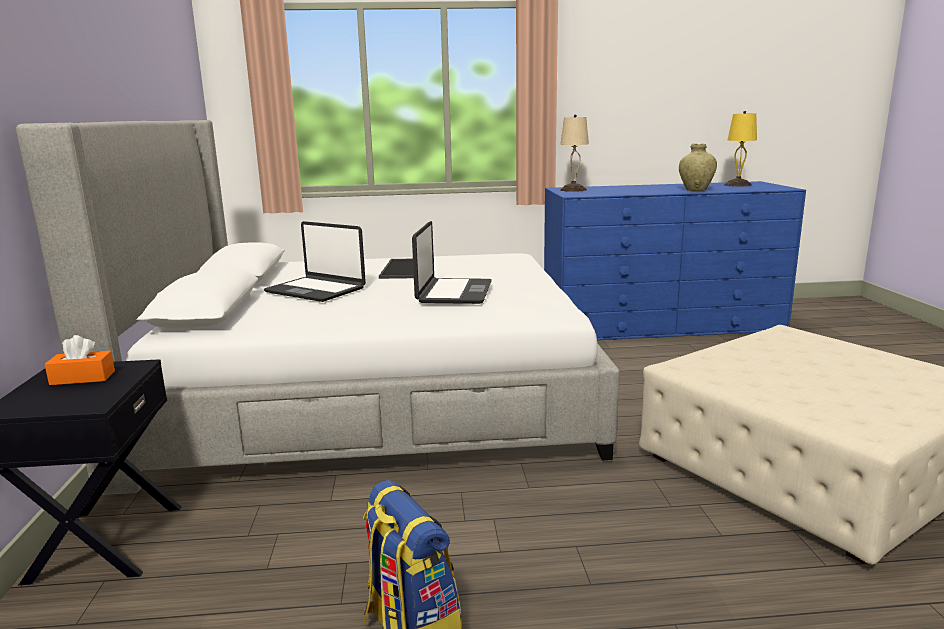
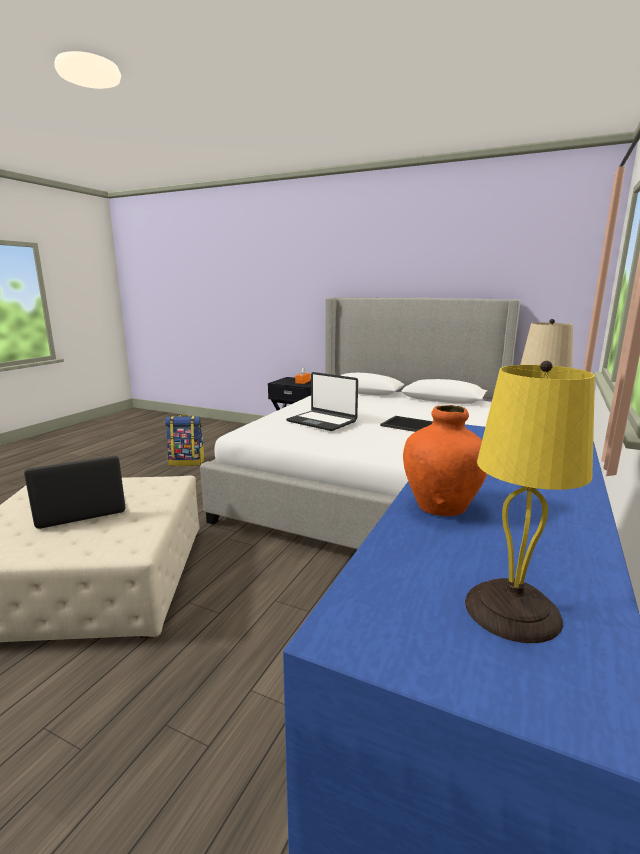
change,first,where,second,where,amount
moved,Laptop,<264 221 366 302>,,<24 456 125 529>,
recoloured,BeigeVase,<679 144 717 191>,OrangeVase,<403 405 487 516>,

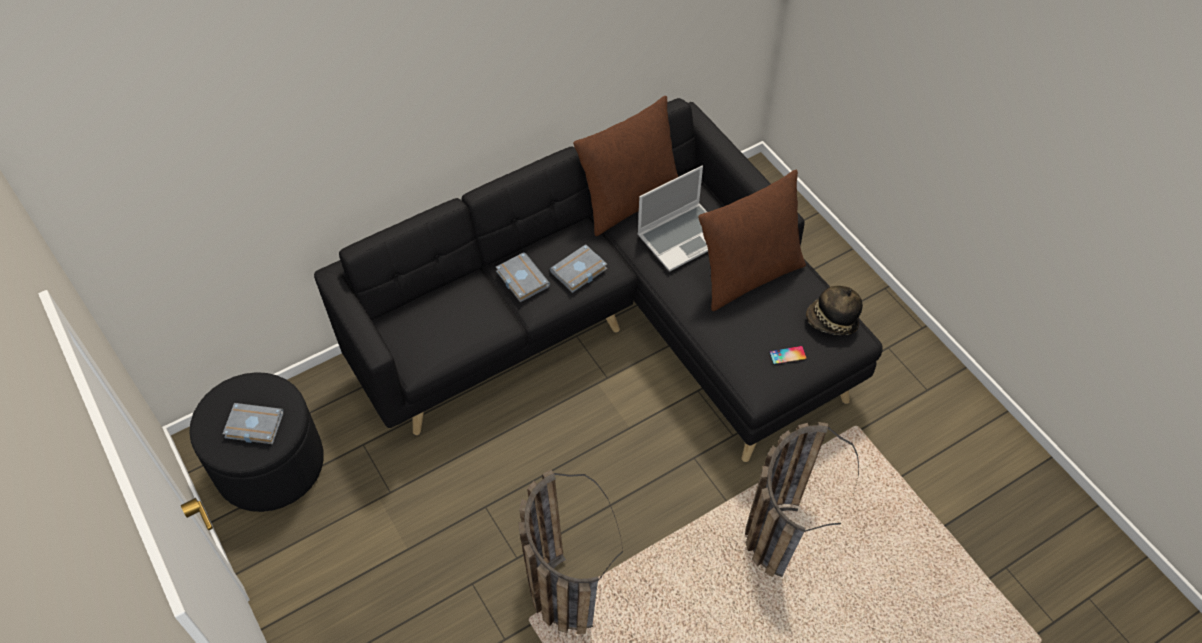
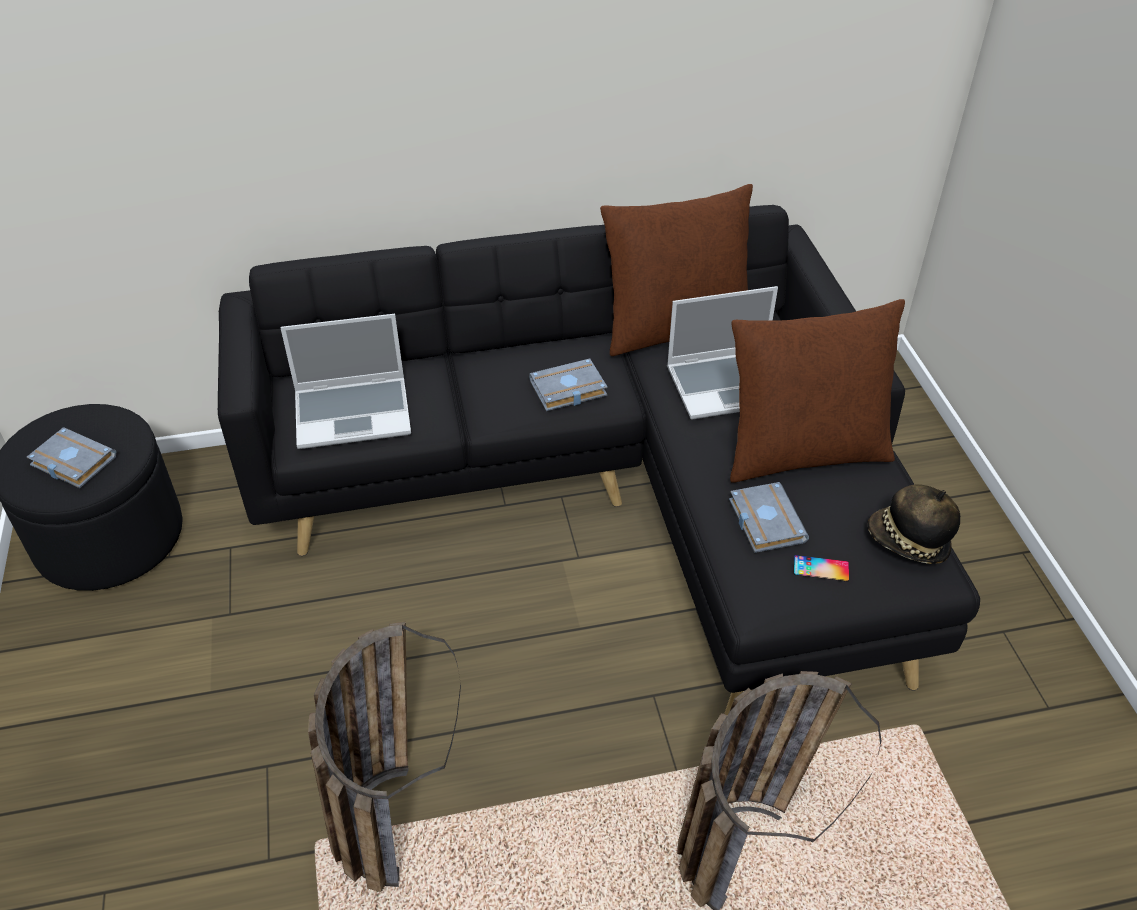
change,first,where,second,where,amount
moved,GreyBook,<496 252 550 302>,,<729 482 809 553>,
added,,,Laptop,<280 314 411 449>,

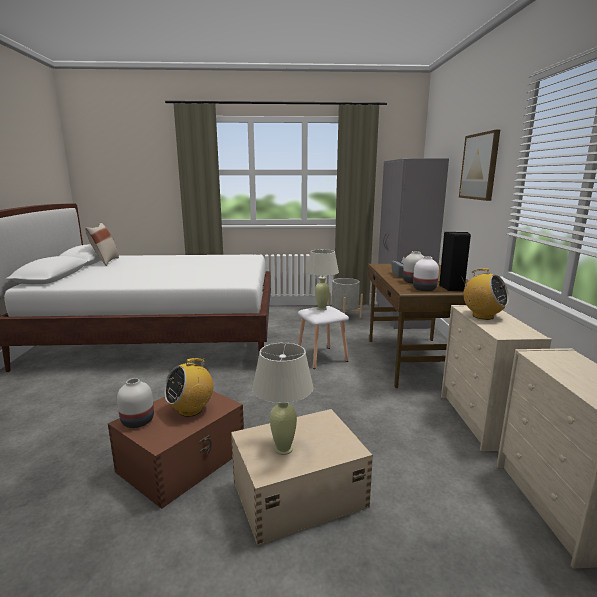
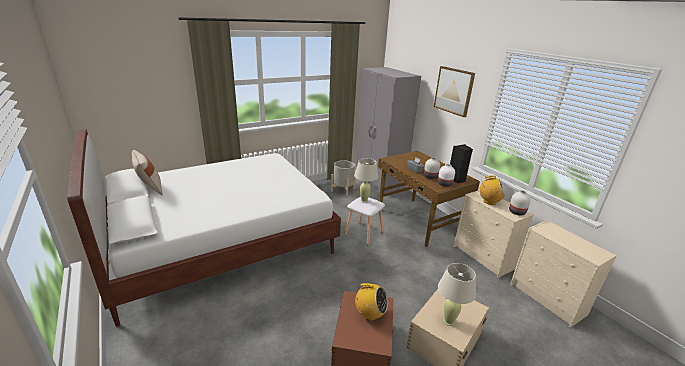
change,first,where,second,where,amount
moved,WhiteVase,<117 378 154 428>,,<509 190 531 216>,
turned,Radio,<164 358 213 417>,,<353 283 388 321>,90 degrees counterclockwise

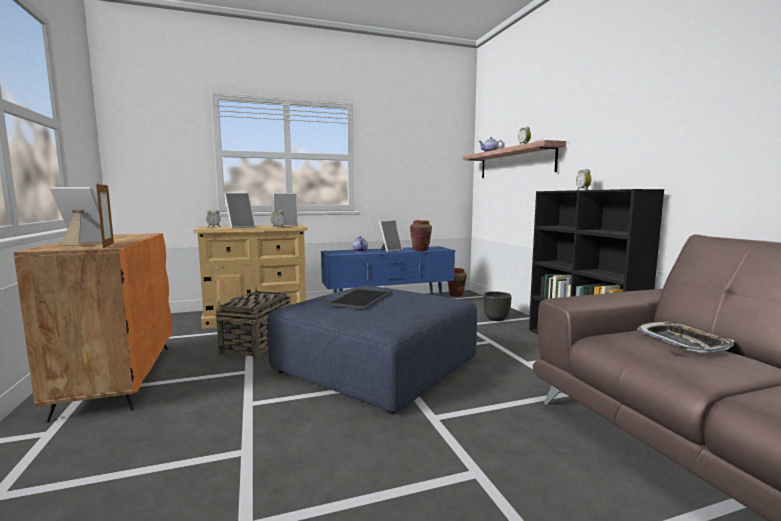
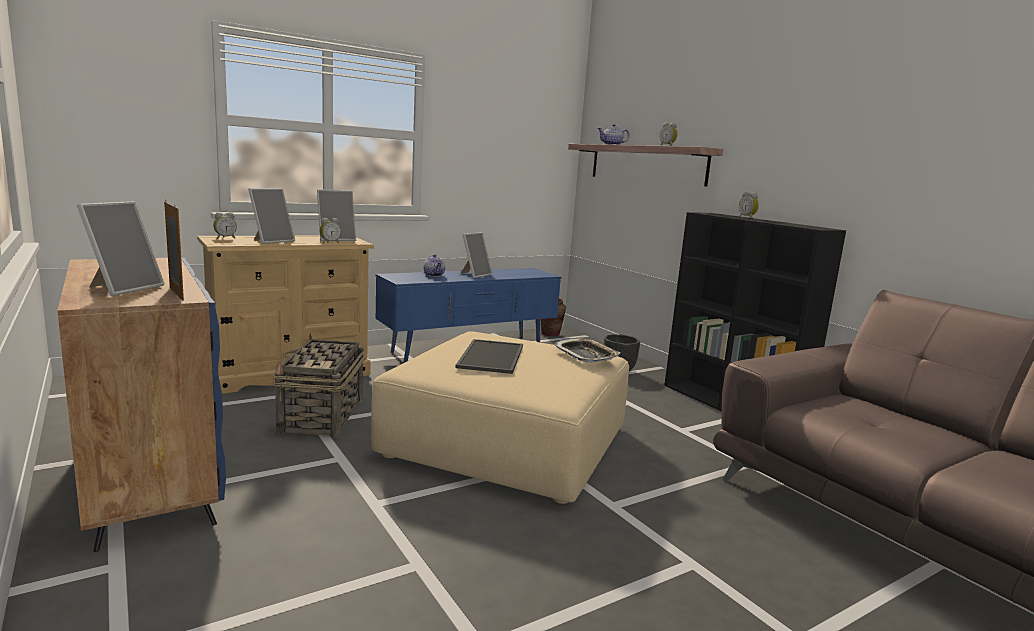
change,first,where,second,where,amount
recoloured,OrangeCabinet,<14 233 172 423>,BlueCabinet,<57 258 226 552>,
turned,PictureFrame,<50 187 102 246>,,<77 201 165 296>,120 degrees clockwise
recoloured,BlueOttoman,<267 285 477 414>,BeigeOttoman,<371 331 629 504>,
removed,BrownVase,<410 220 432 251>,,,
moved,Tray,<637 321 734 353>,,<553 338 621 363>,

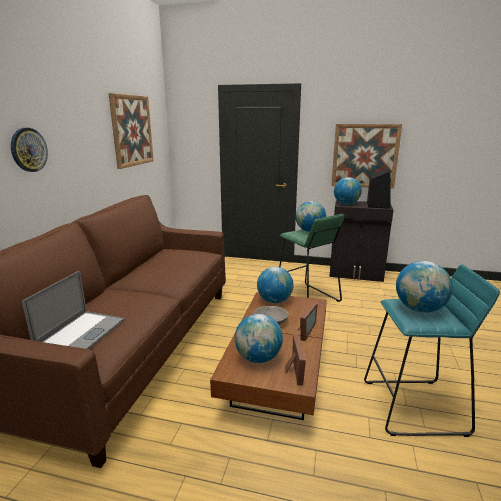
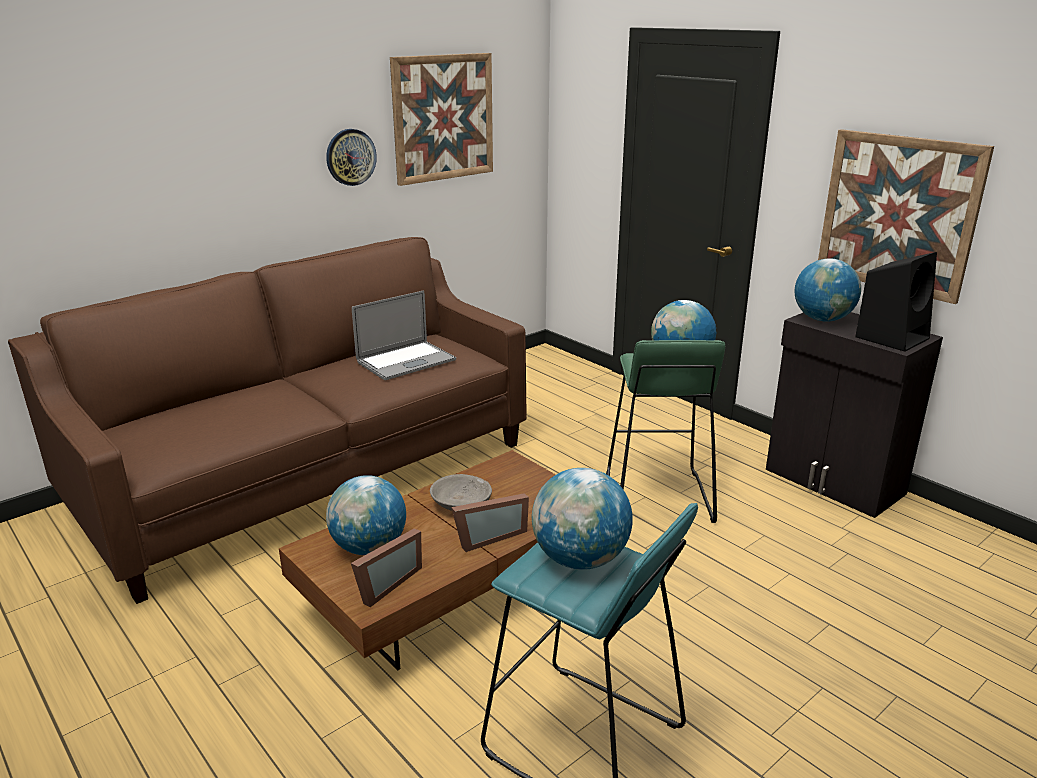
change,first,where,second,where,amount
moved,WallClock,<11 128 48 172>,,<326 129 377 186>,
moved,Laptop,<22 271 125 349>,,<352 291 456 380>,
removed,Globe,<257 267 294 303>,,,

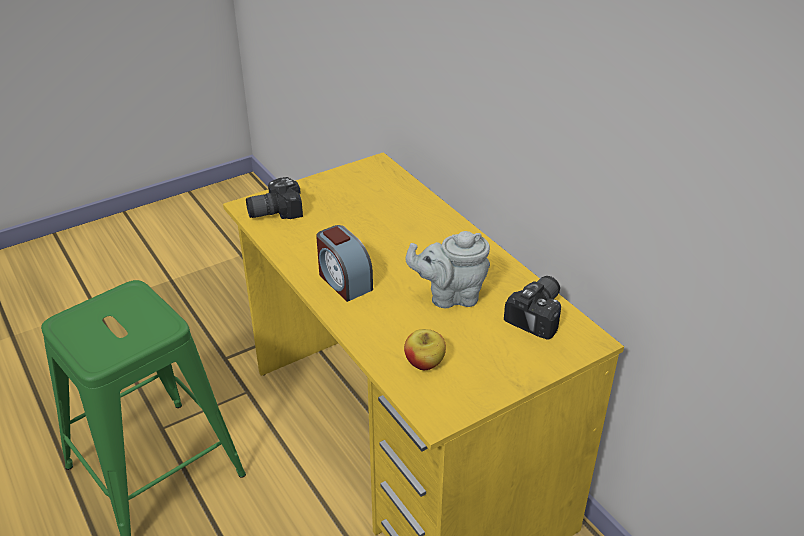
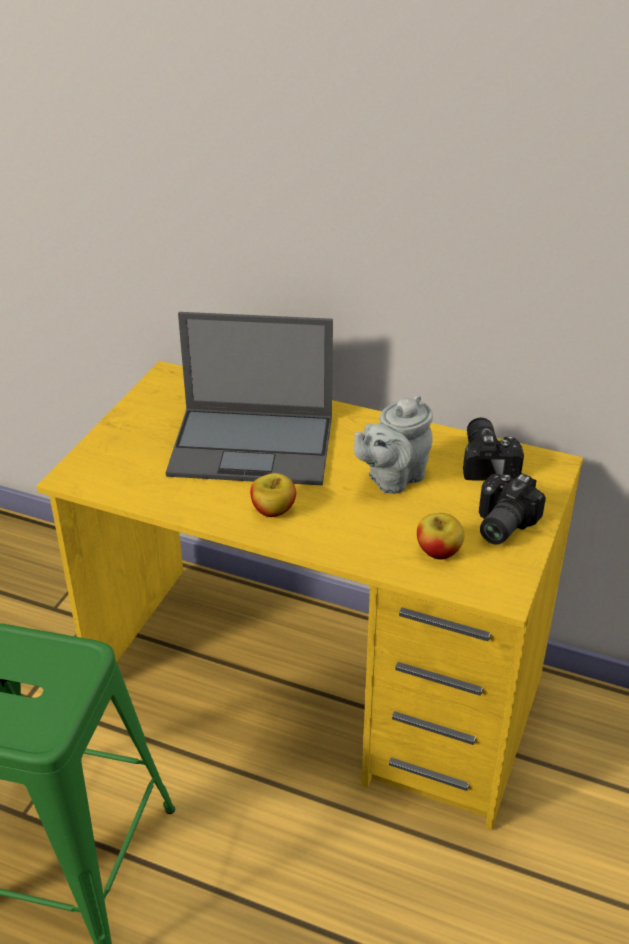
change,first,where,second,where,amount
moved,PhotoCamera,<246 177 303 219>,,<479 474 546 545>,
replaced,AlarmClock,<316 225 373 302>,Apple,<250 473 296 517>,
added,,,Laptop,<166 312 333 485>,

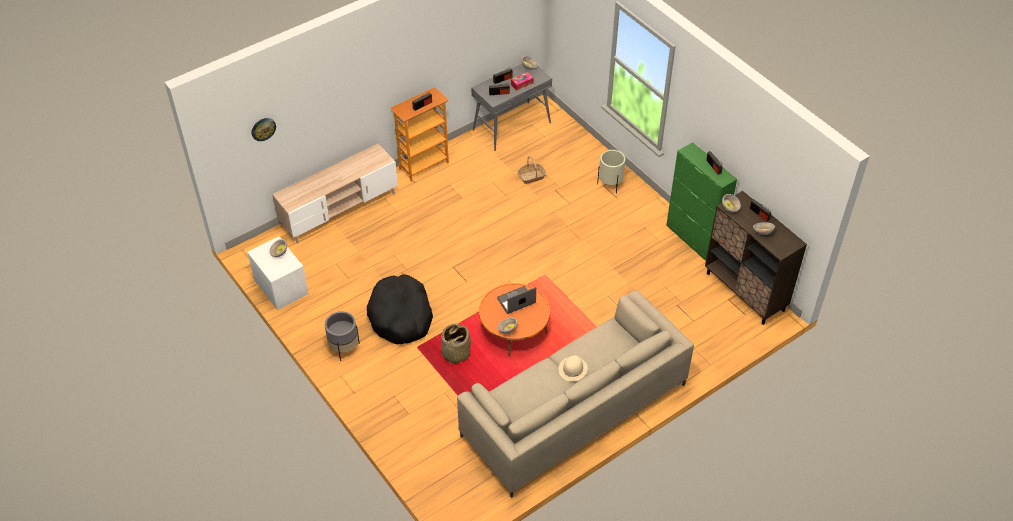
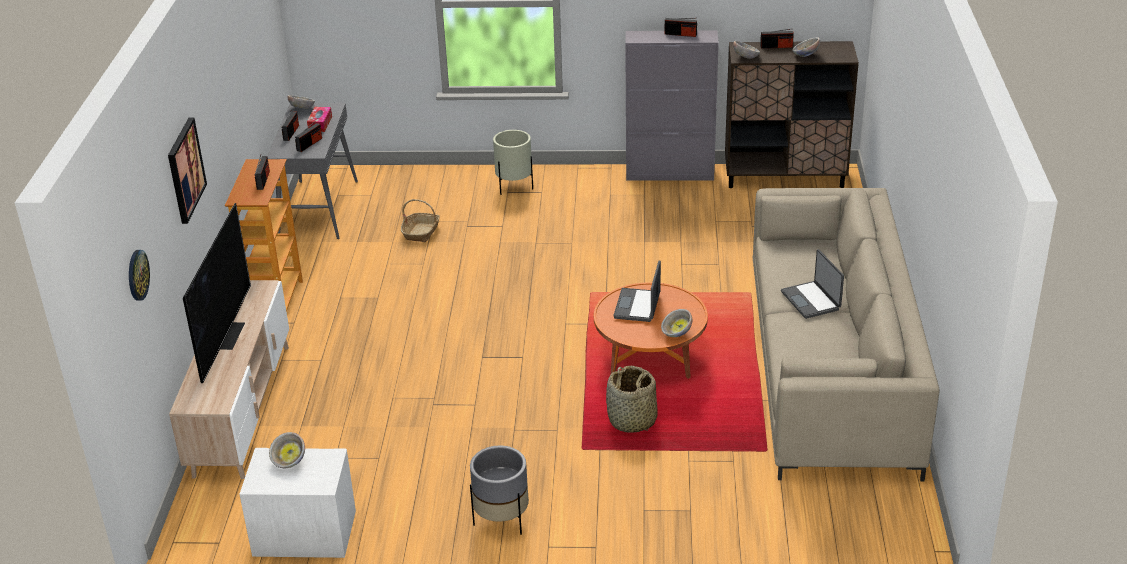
change,first,where,second,where,amount
removed,BlackDogBed,<367 274 433 344>,,,
replaced,BeigeHat,<559 355 588 382>,Laptop,<781 249 844 319>,
recoloured,GreenCabinet,<666 142 737 261>,GreyCabinet,<625 30 719 181>,
added,,,Picture,<168 117 207 224>,
added,,,Television,<183 203 251 383>,

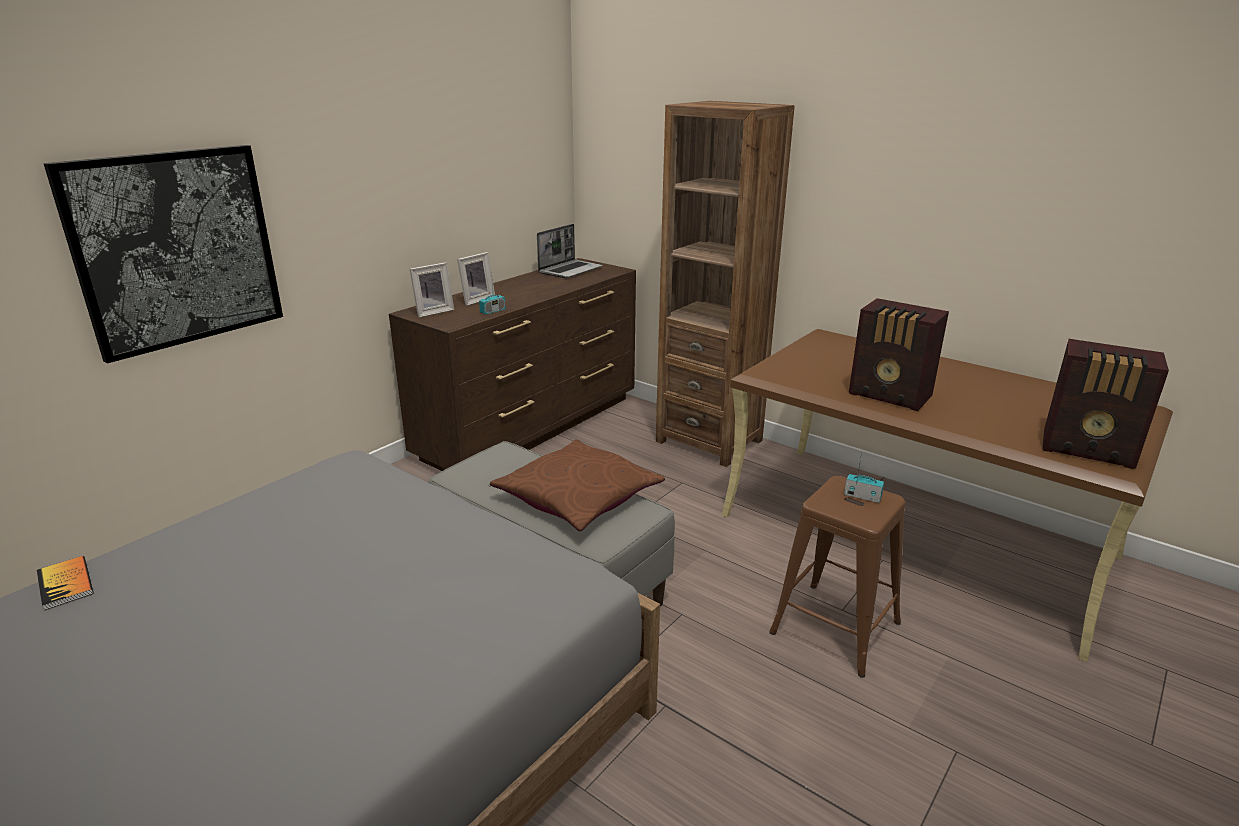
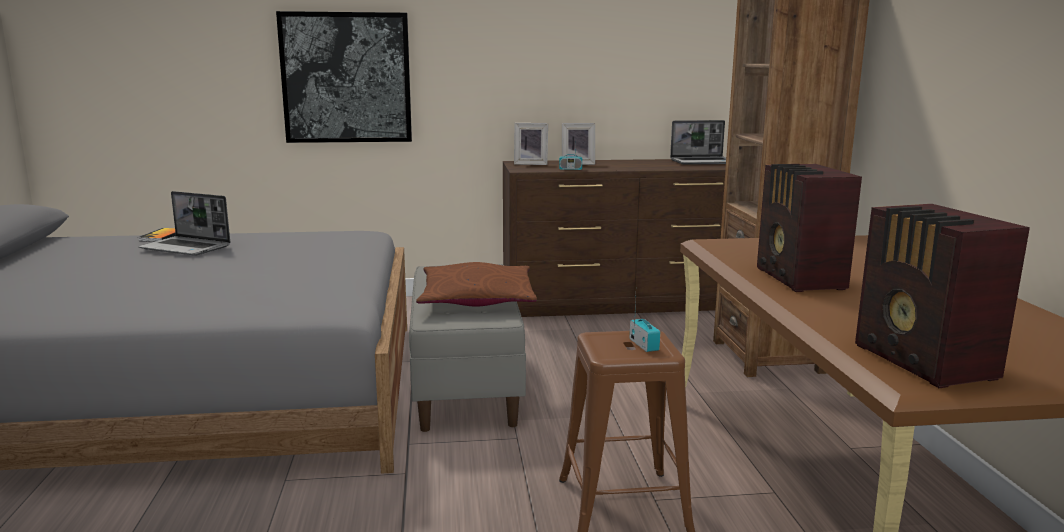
change,first,where,second,where,amount
added,,,Laptop,<138 191 230 256>,

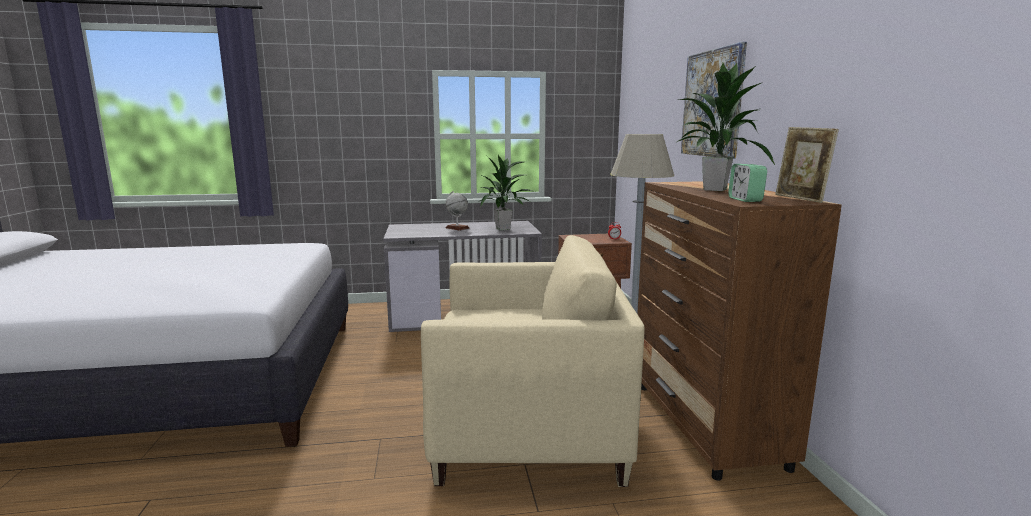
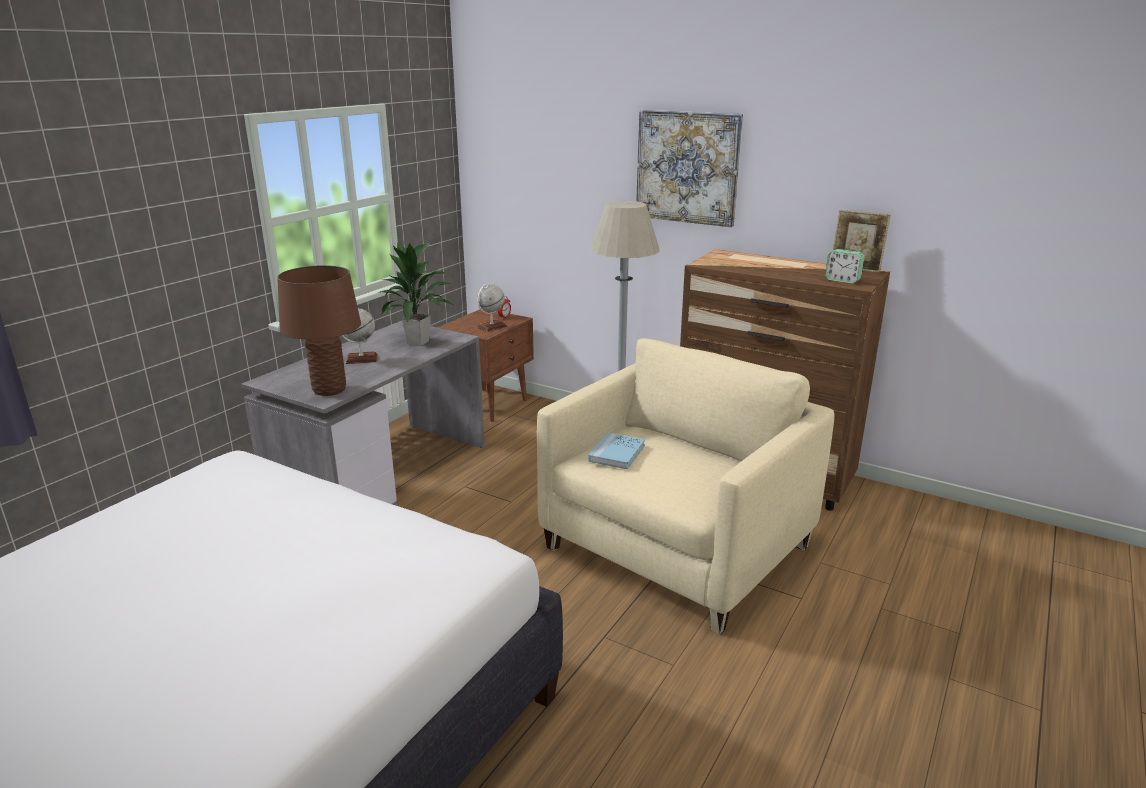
change,first,where,second,where,amount
removed,PottedPlant,<675 63 775 191>,,,
added,,,BrownTableLamp,<277 265 361 396>,
added,,,Globe,<477 284 507 332>,
added,,,BlueBook,<588 433 645 469>,

